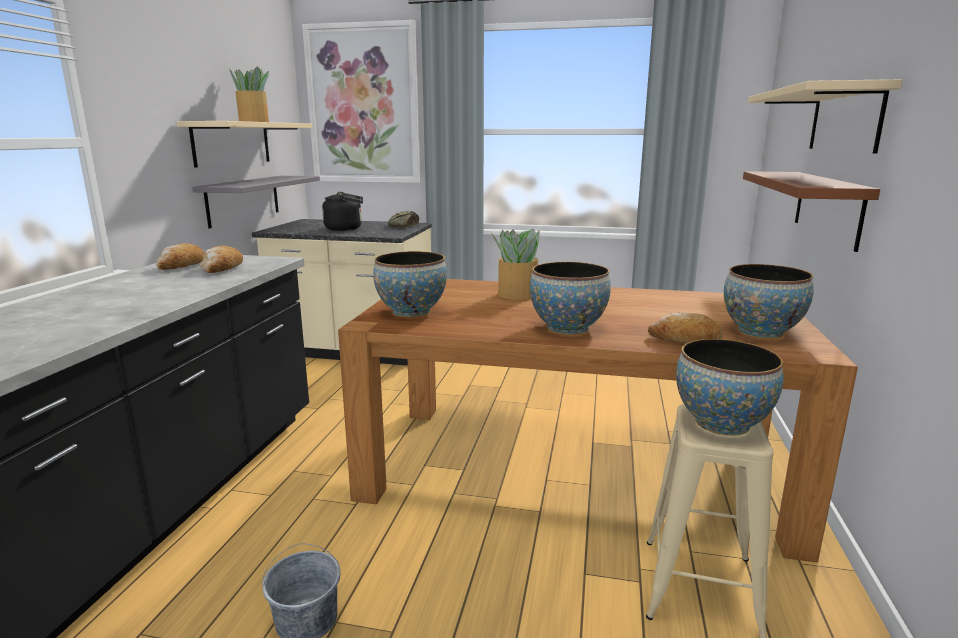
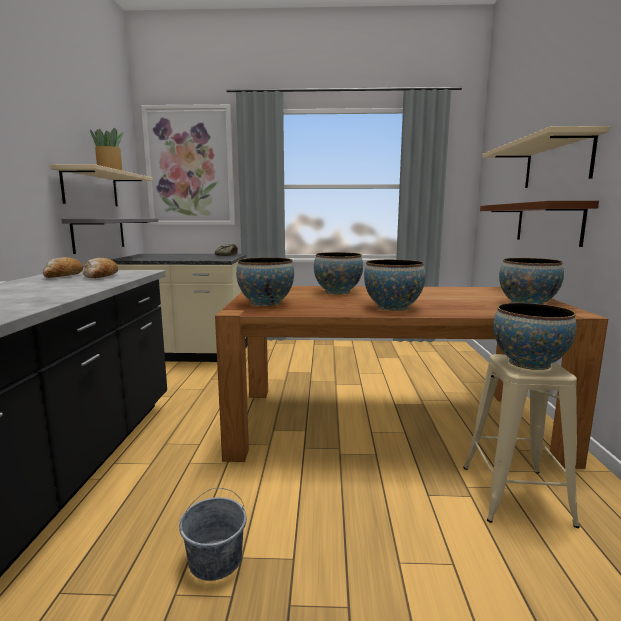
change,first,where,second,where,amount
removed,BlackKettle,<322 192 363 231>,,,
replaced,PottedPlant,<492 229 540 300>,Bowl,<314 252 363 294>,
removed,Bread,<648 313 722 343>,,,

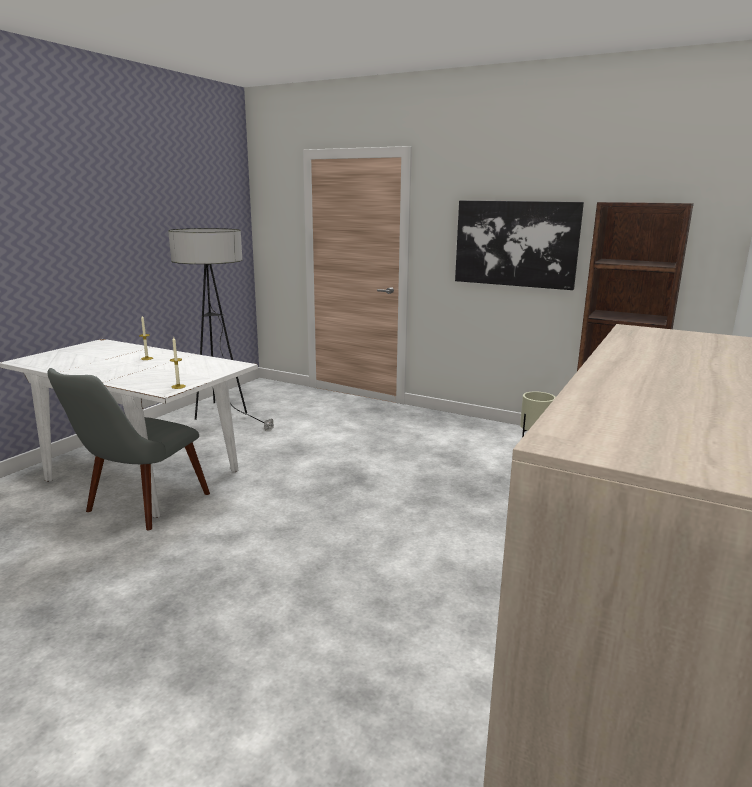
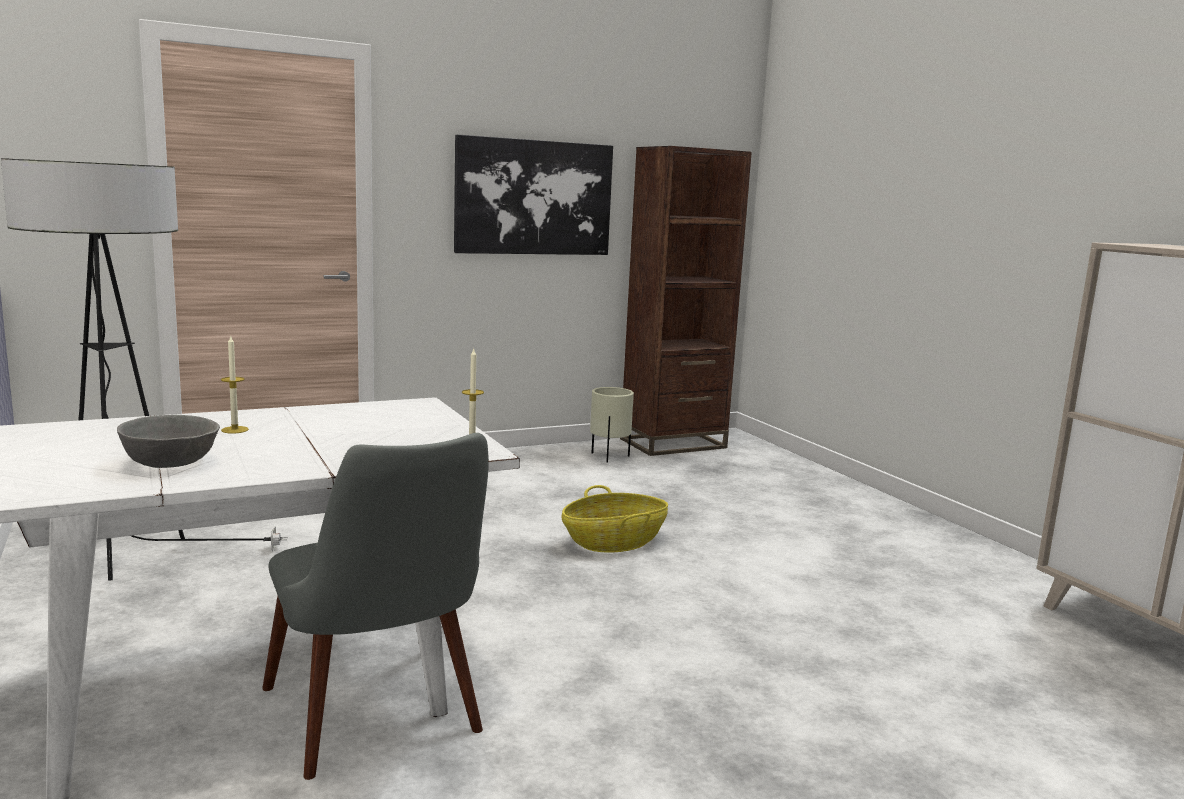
change,first,where,second,where,amount
added,,,GreyBowl,<117 415 220 468>,
added,,,Basket,<562 485 668 552>,

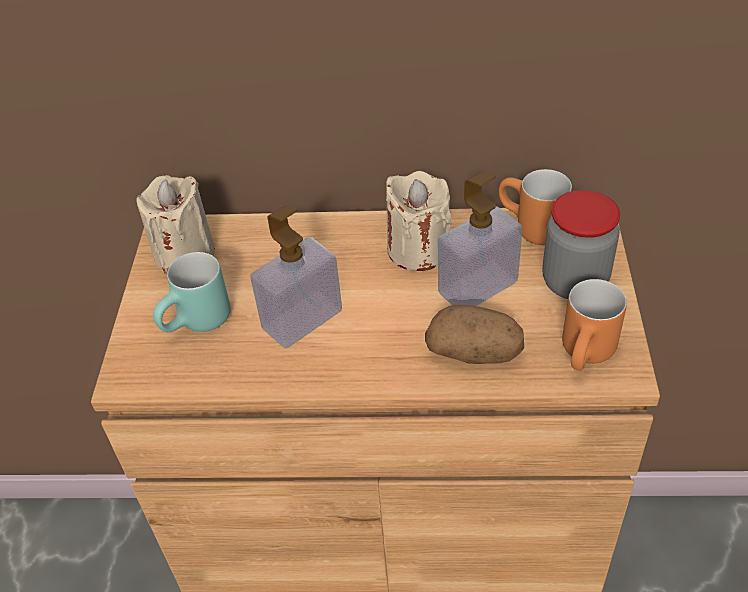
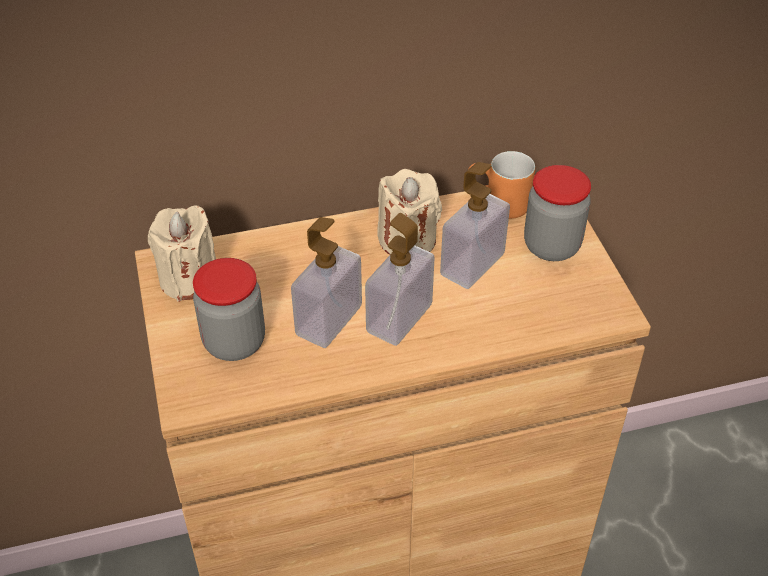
change,first,where,second,where,amount
replaced,TurquoiseMug,<153 252 231 333>,Jar,<193 258 265 361>,
removed,Potato,<425 305 524 364>,,,
removed,OrangeMug,<562 279 627 371>,,,
added,,,SoapDispenser,<365 213 435 346>,

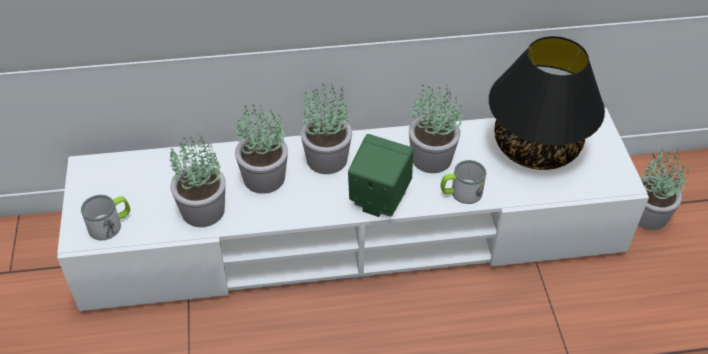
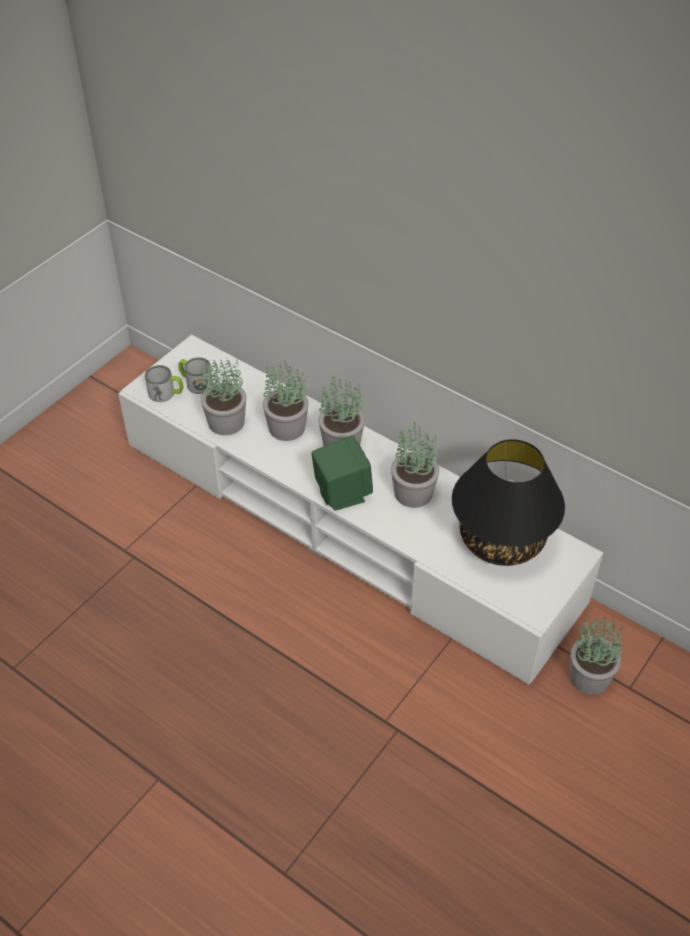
change,first,where,second,where,amount
moved,Mug,<440 160 486 204>,,<179 357 213 394>,

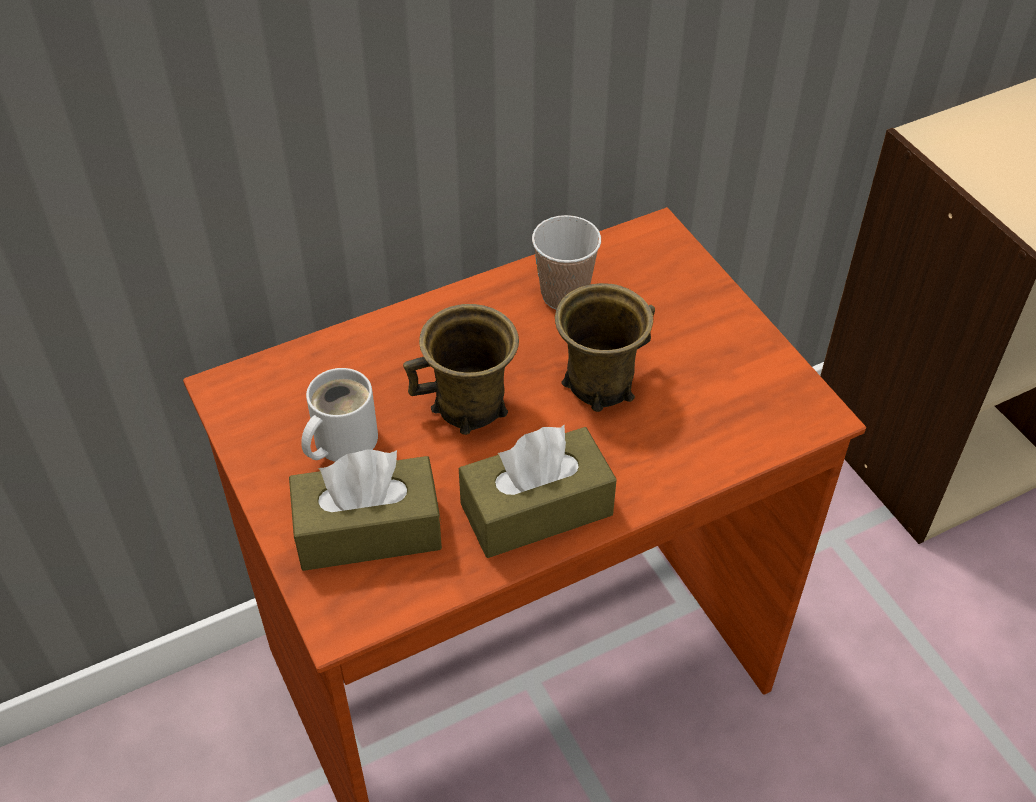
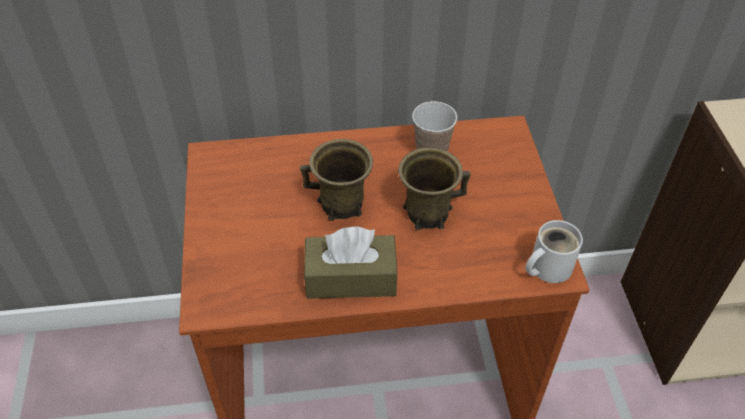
change,first,where,second,where,amount
removed,BrownTissueBox,<289 449 442 571>,,,
moved,WhiteMug,<301 368 378 462>,,<525 220 583 283>,

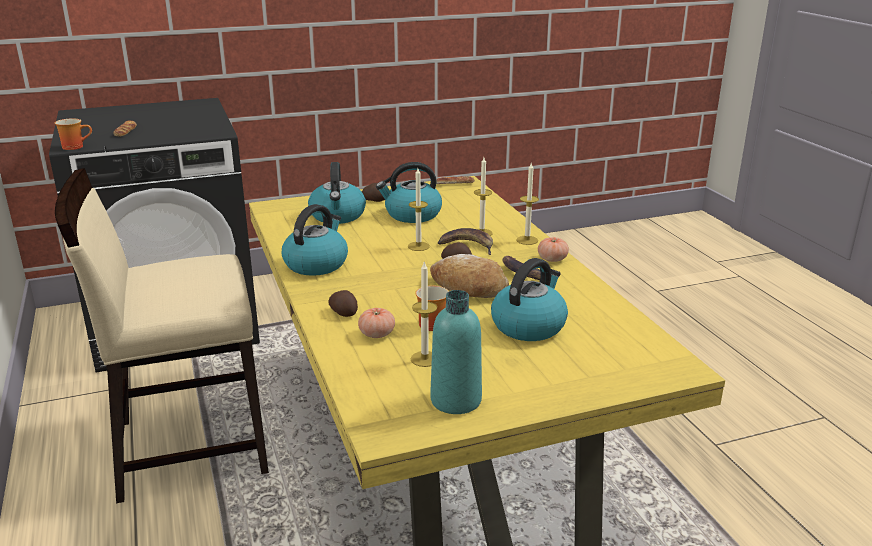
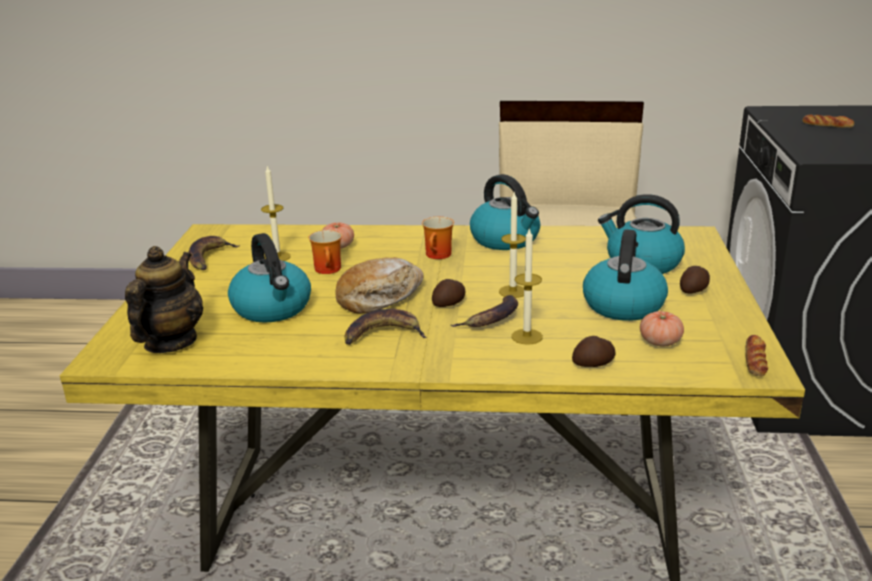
change,first,where,second,where,amount
moved,Mug,<55 119 92 150>,,<422 217 454 259>,
moved,Potato,<328 290 358 317>,,<572 336 616 367>,
replaced,TurquoiseBottle,<430 290 482 414>,Banana,<189 236 240 270>,
removed,Candle,<516 162 539 245>,,,
moved,Tomato,<538 237 569 262>,,<640 311 684 346>,
added,,,Teapot,<125 246 203 353>,

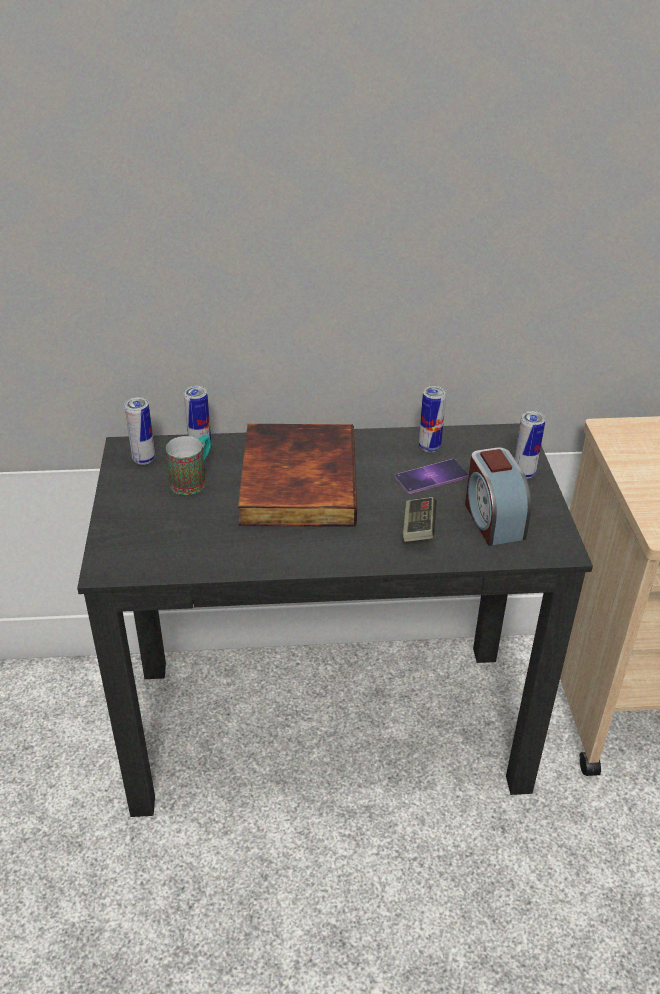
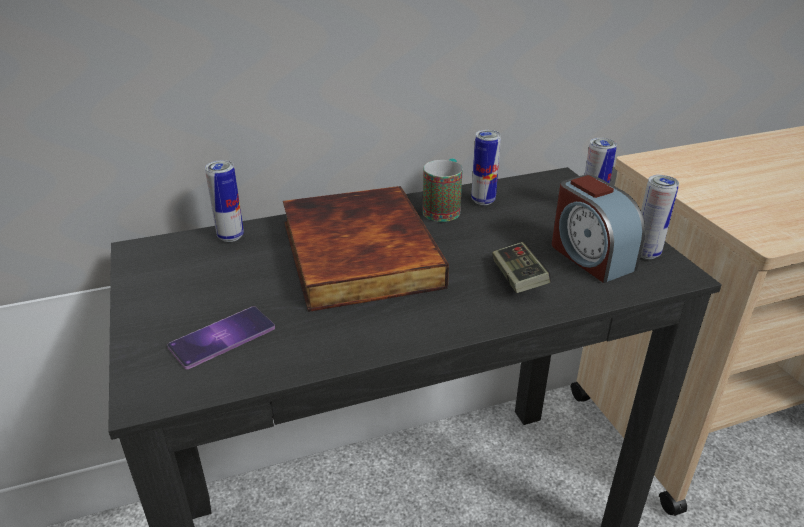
change,first,where,second,where,amount
moved,Can,<124 397 155 465>,,<640 175 679 259>,
moved,Mug,<166 435 211 495>,,<423 159 463 222>,
moved,Phone,<395 459 469 494>,,<167 307 275 369>,

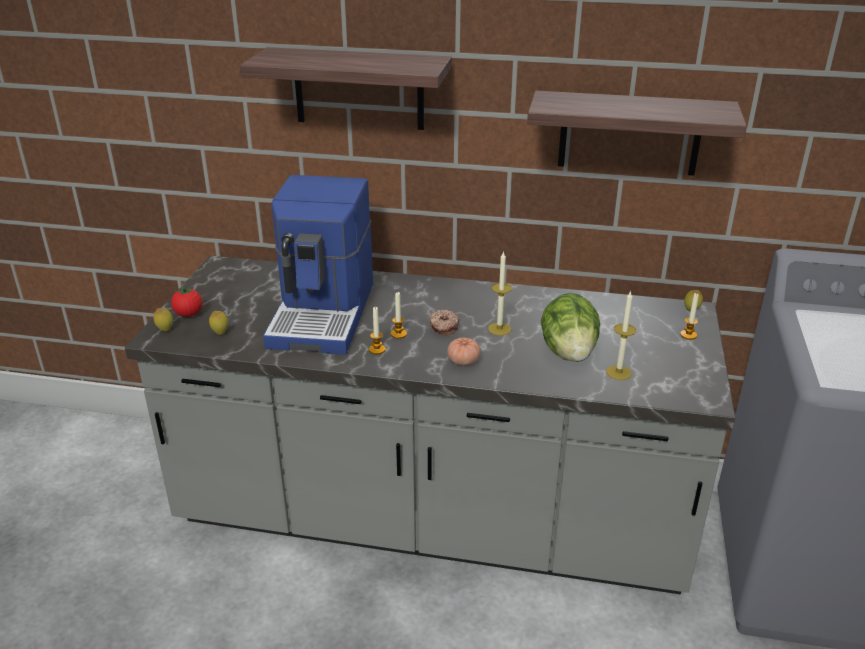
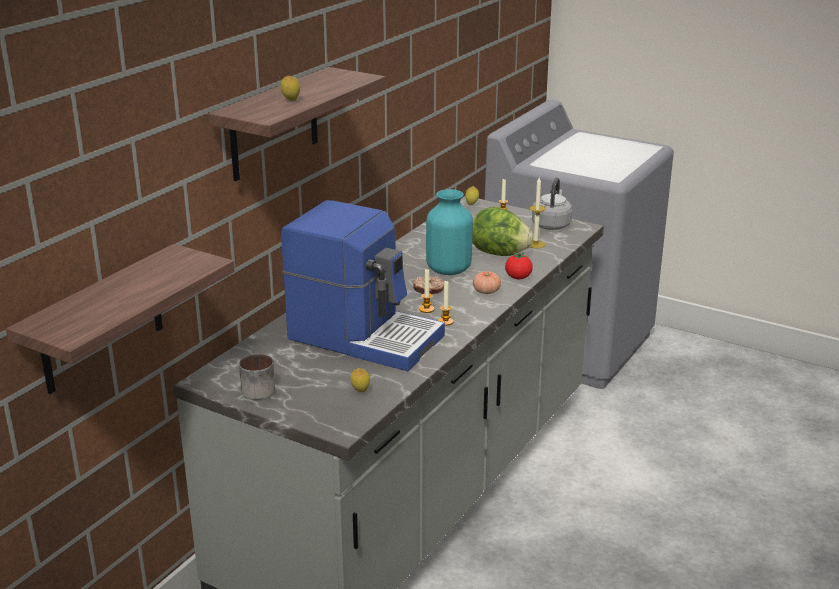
change,first,where,second,where,amount
moved,Lemon,<153 308 173 332>,,<281 76 300 101>,
moved,Tomato,<171 286 203 317>,,<505 252 533 279>,
replaced,Candle,<488 251 512 335>,TurquoiseVase,<426 189 473 275>,
moved,Shelf,<527 91 747 176>,,<6 244 234 394>,
added,,,Mug,<239 354 275 400>,
added,,,GreyKettle,<532 177 572 230>,

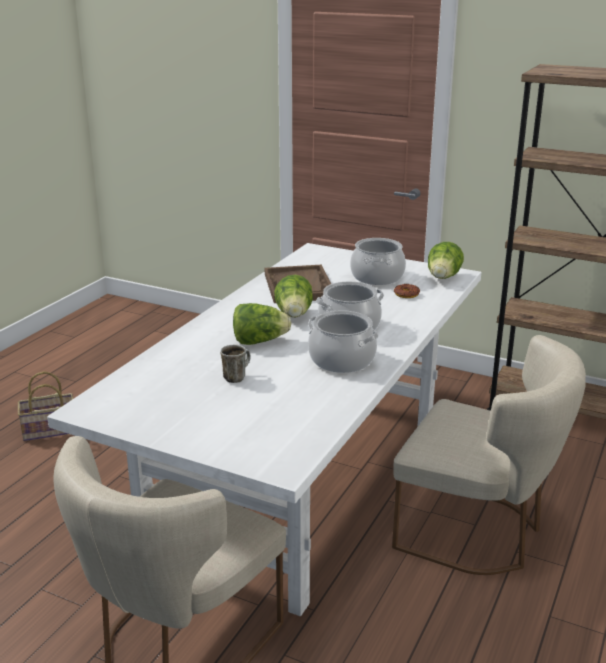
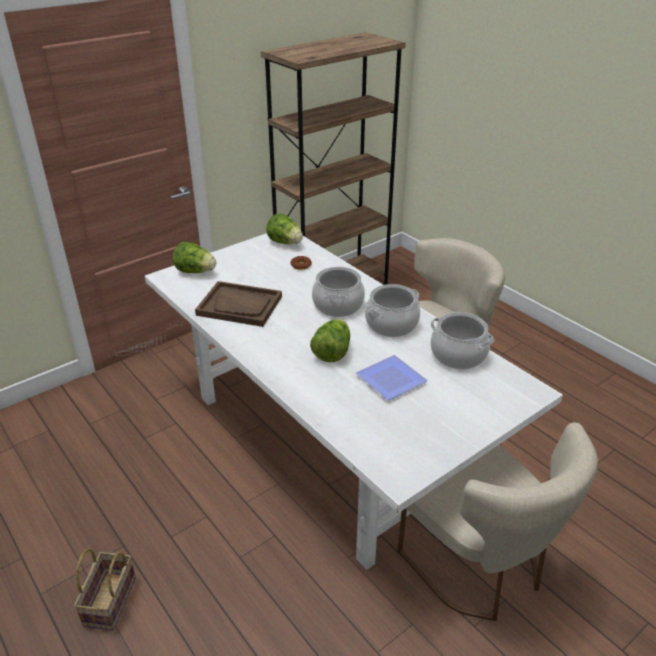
change,first,where,second,where,amount
replaced,Mug,<220 345 251 383>,Plate,<356 355 428 401>,
moved,Lettuce,<274 275 313 318>,,<173 242 216 273>,
moved,CookingPot,<350 238 406 285>,,<431 312 494 369>,

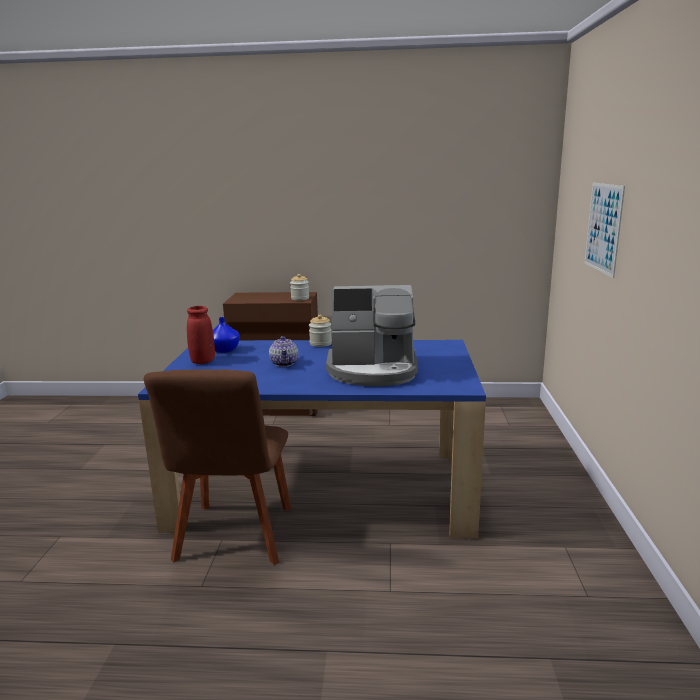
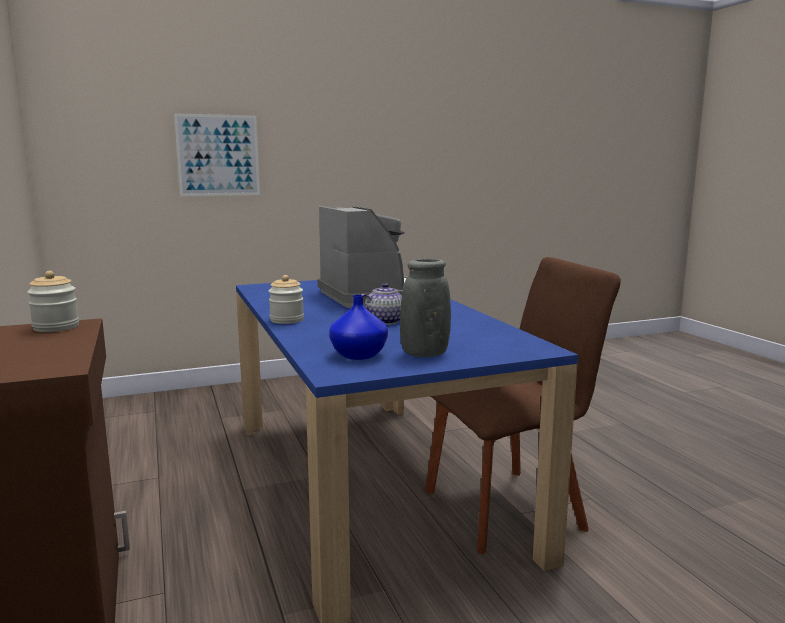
change,first,where,second,where,amount
recoloured,RedVase,<187 306 215 364>,GreyVase,<400 259 451 357>,

